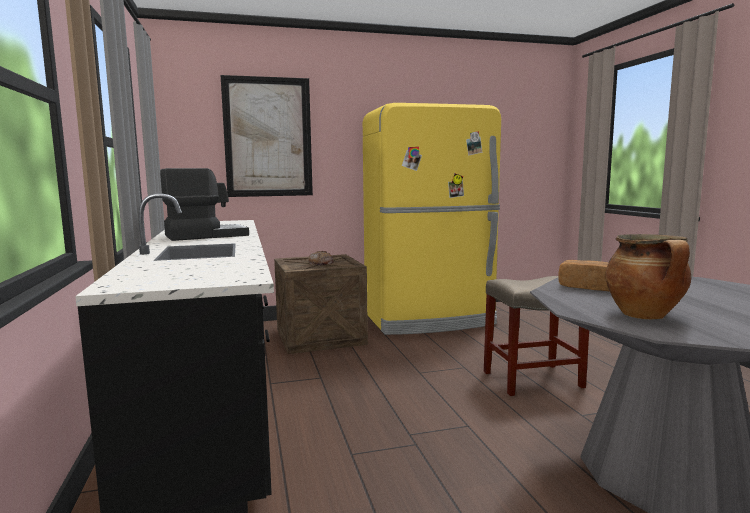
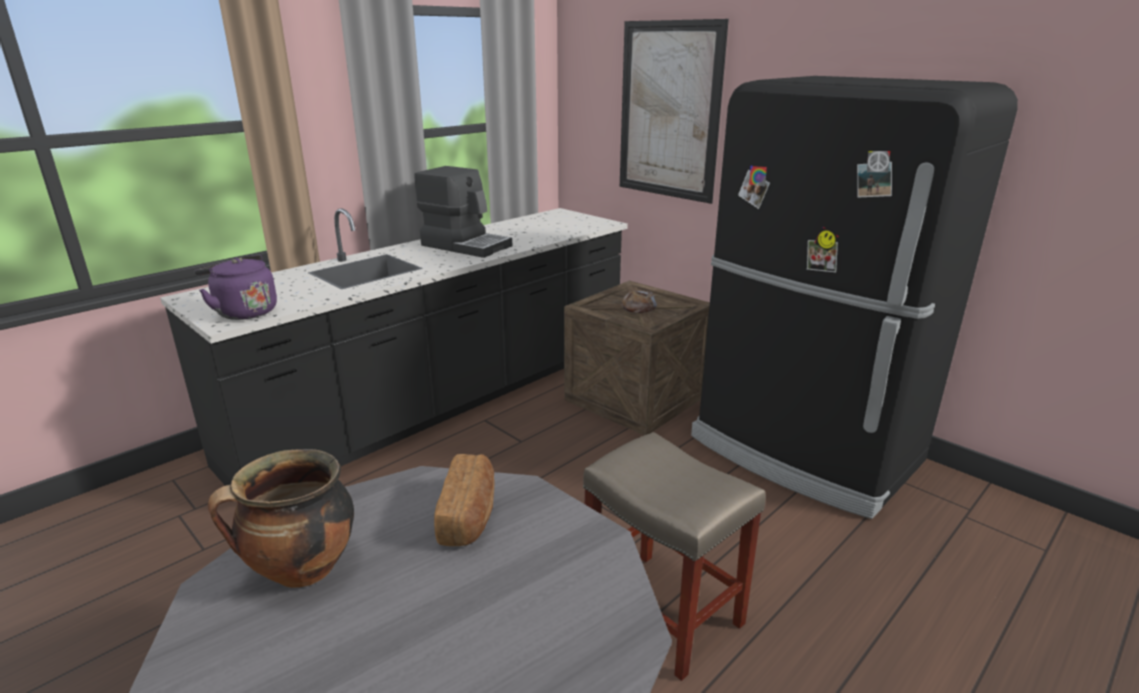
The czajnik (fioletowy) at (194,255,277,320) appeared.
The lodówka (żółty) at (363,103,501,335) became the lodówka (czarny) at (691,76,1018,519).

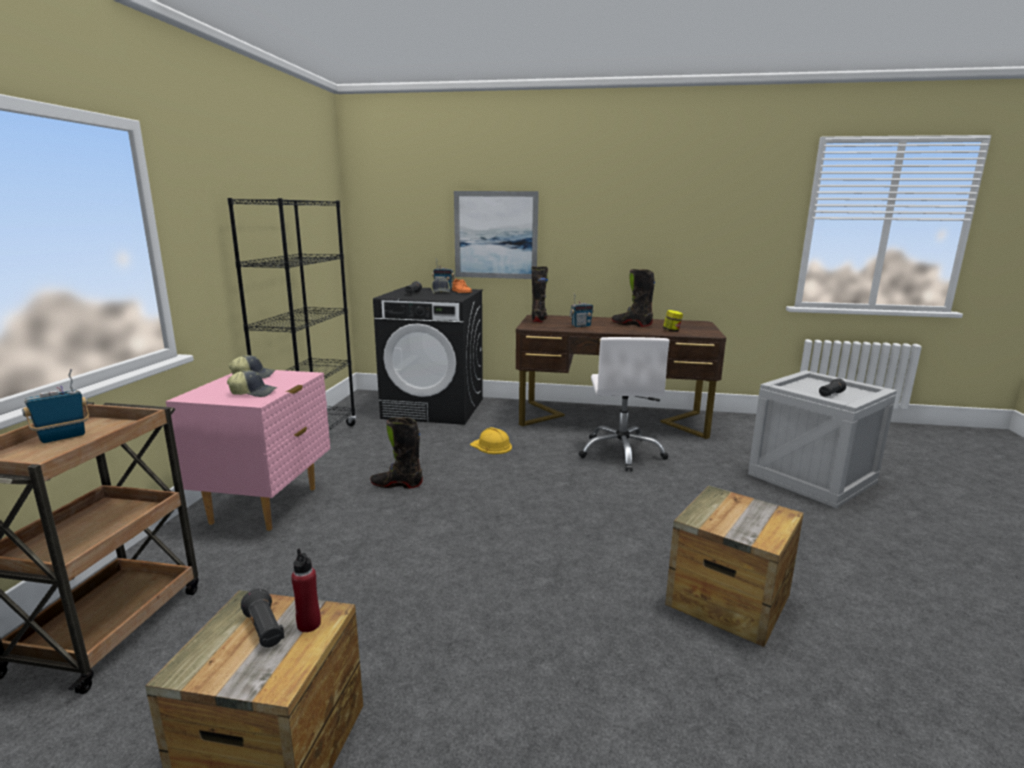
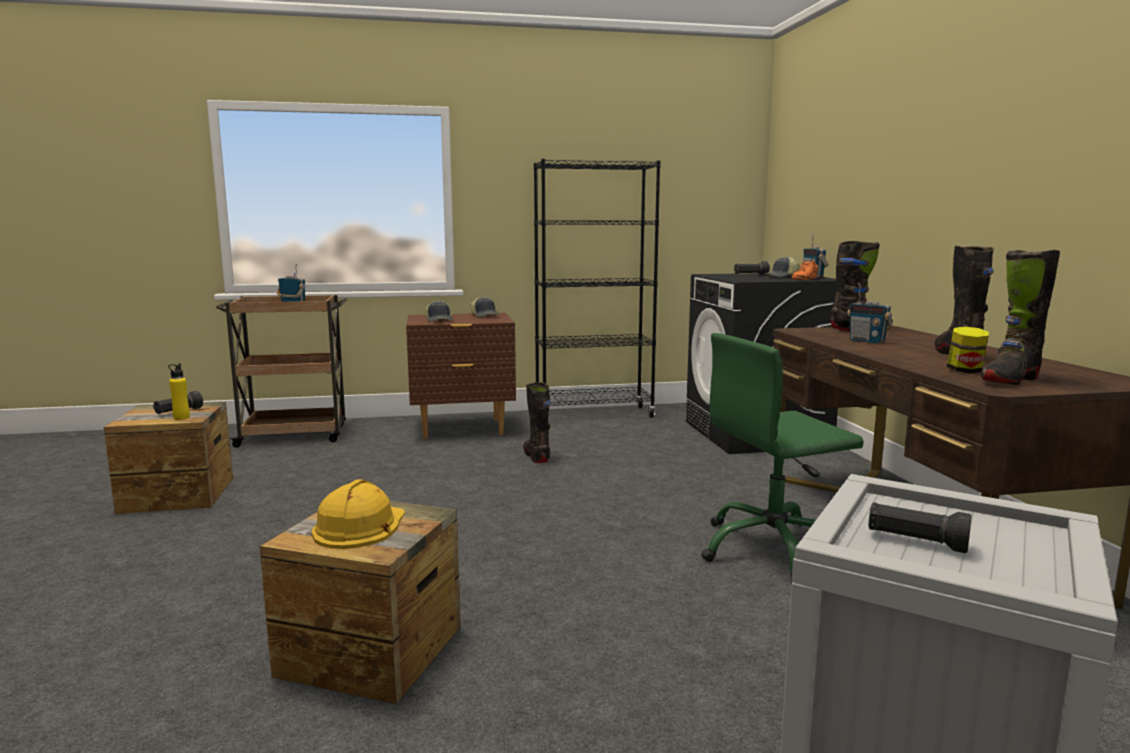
The obraz at (454,191,539,279) disappeared.
The but z cholewką (czarny) at (981,250,1060,385) appeared.
The kask (żółty) moved from (470,427,512,454) to (312,479,405,549).
The szafka nocna (różowy) at (166,370,330,531) became the szafka nocna (brązowy) at (406,313,516,439).
The butelka (czerwony) at (291,549,321,632) became the butelka (żółty) at (168,363,190,420).
The krzesło biurowe (biały) at (579,337,670,471) became the krzesło biurowe (zielony) at (701,333,864,584).

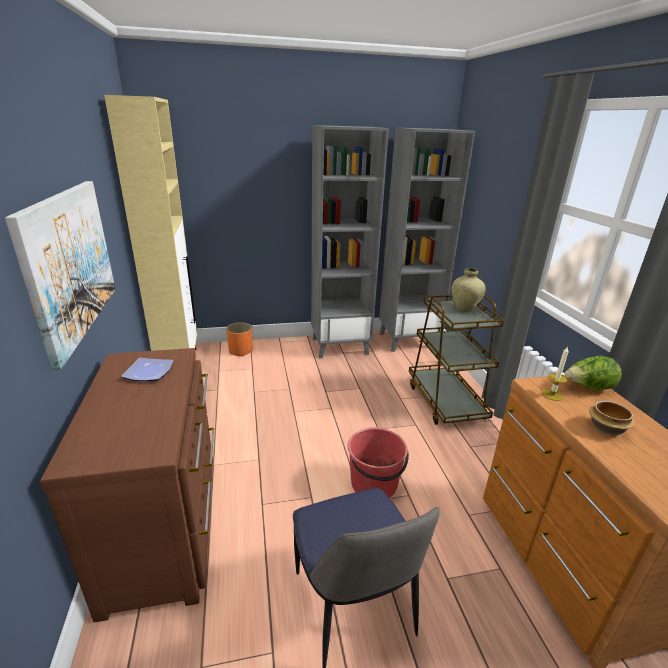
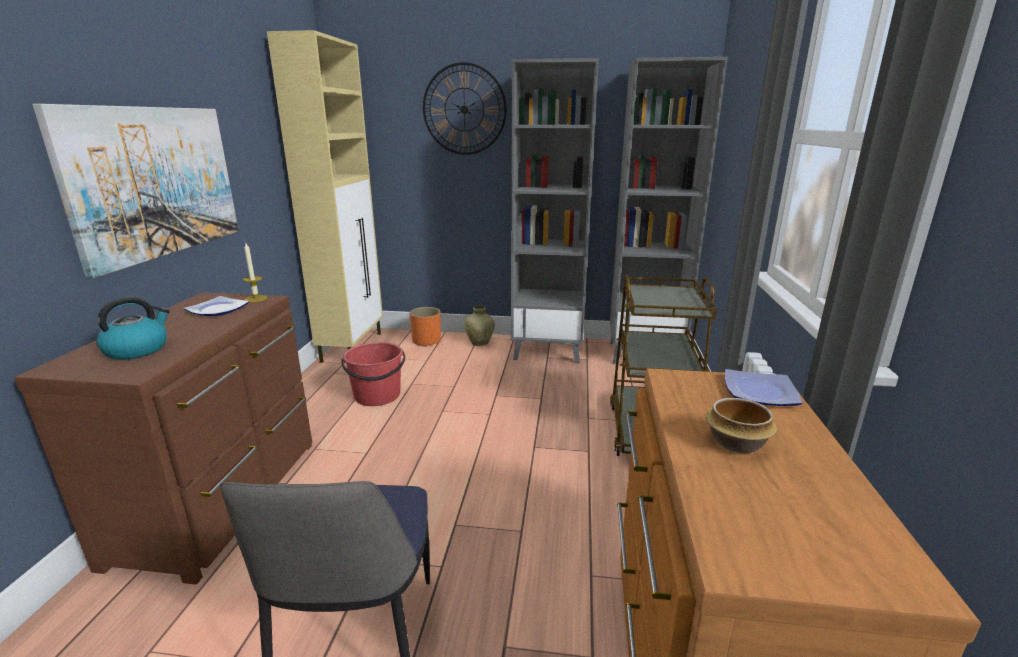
The czajnik at (96,297,170,360) appeared.
The zegar ścienny at (423,62,507,155) appeared.
The wiadro (czerwony) moved from (348,428,409,498) to (341,342,405,406).
The wazon (beżowy) moved from (451,268,486,312) to (464,305,495,346).
The świeca moved from (542,346,569,401) to (243,243,268,302).
The sałata at (565,356,622,390) was replaced by the talerz at (725,369,802,406).

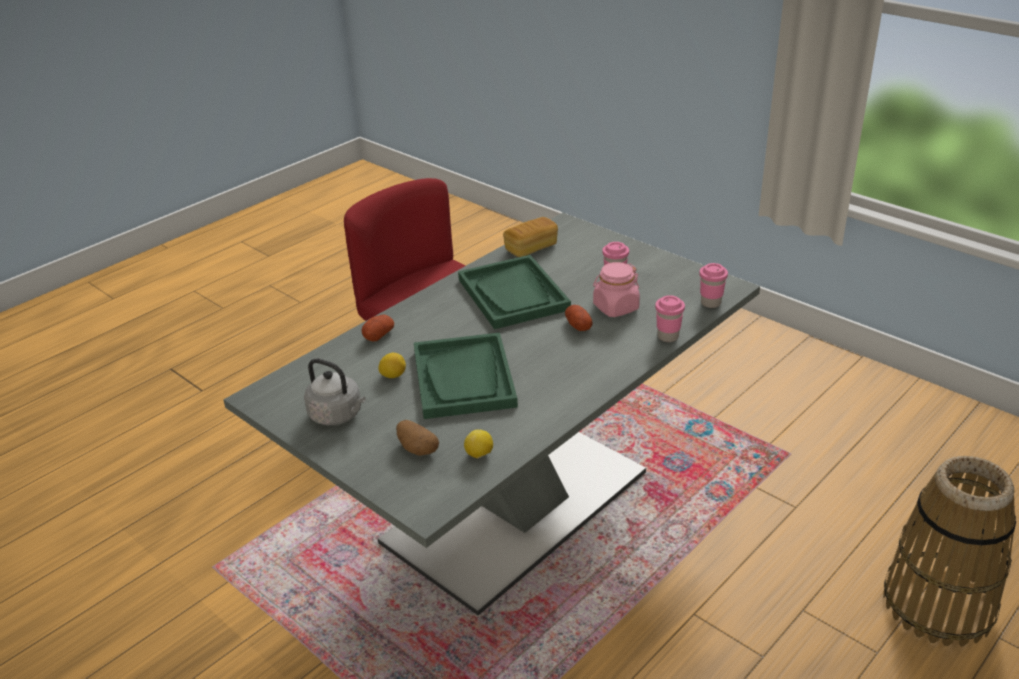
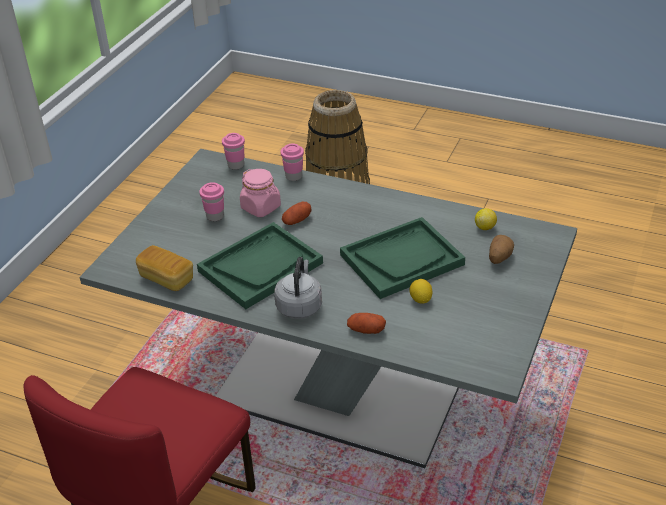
The czajnik (szary) moved from (304,358,366,425) to (274,257,322,319).

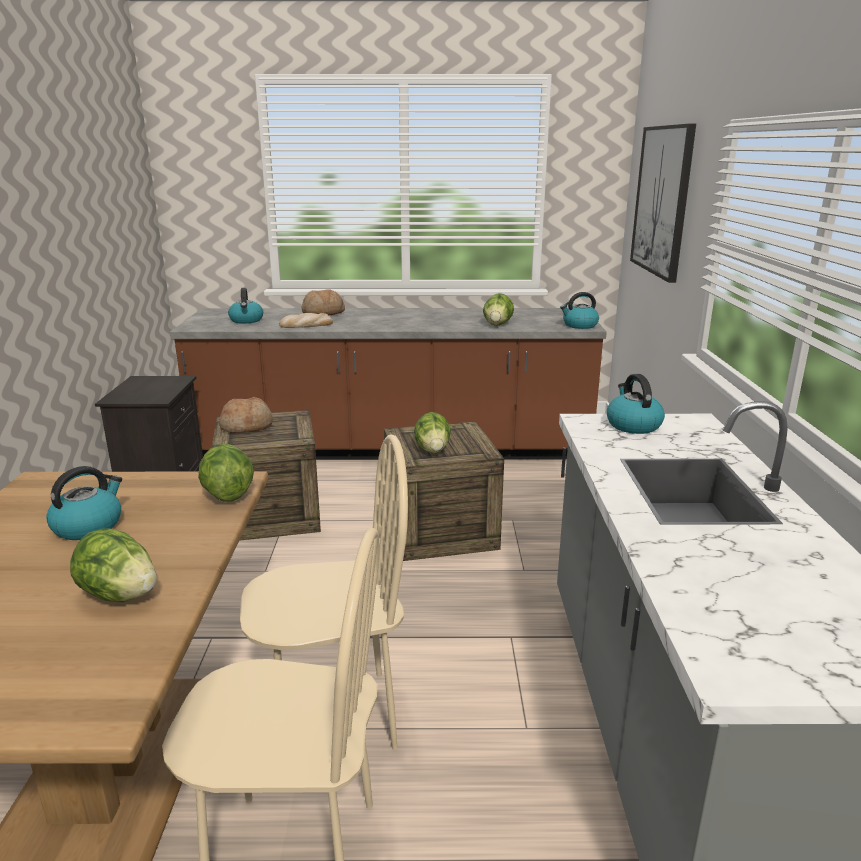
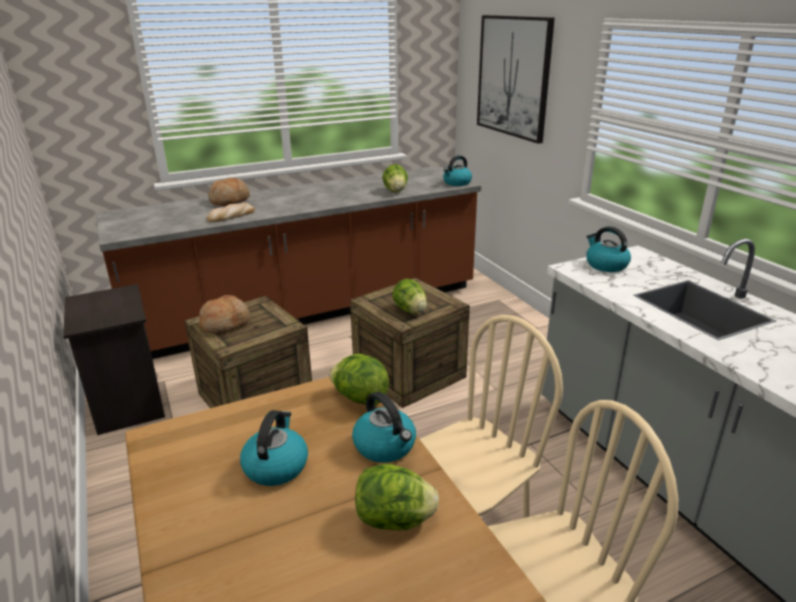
The czajnik moved from (228,288,263,324) to (352,392,416,463).

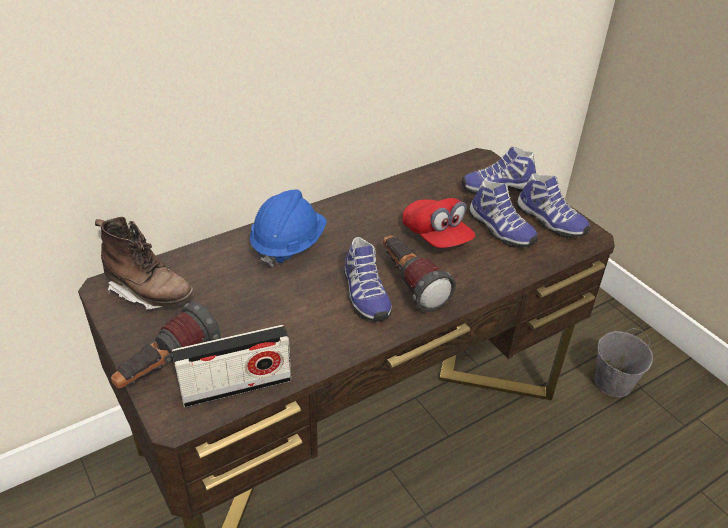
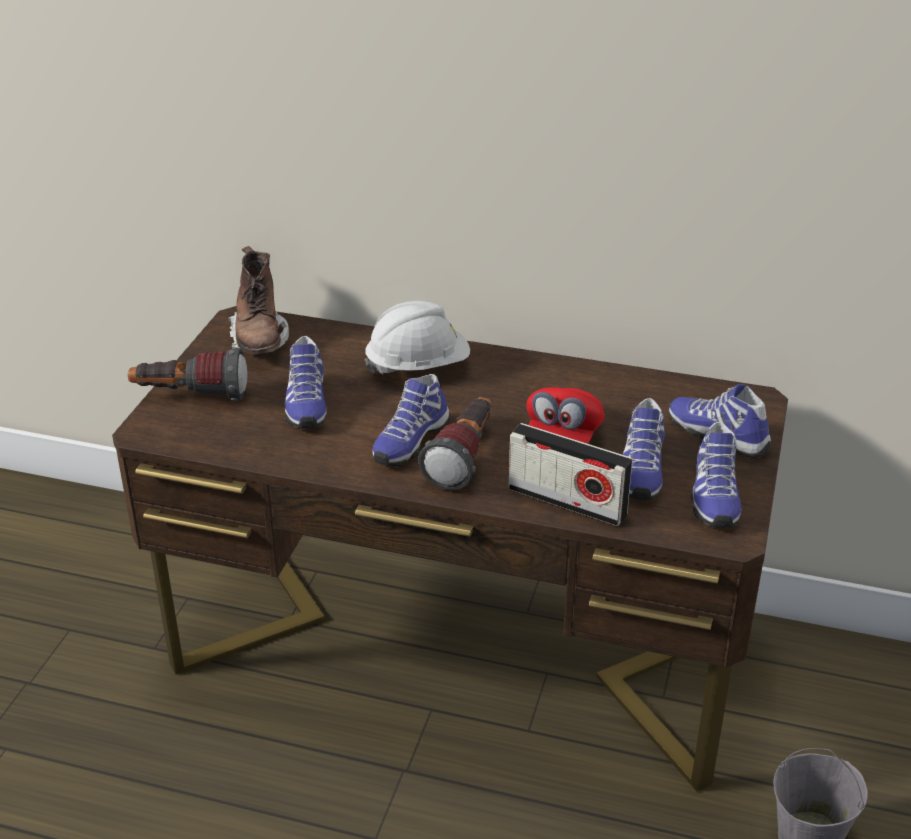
The but at (284,336,327,429) appeared.
The radio moved from (172,325,291,407) to (509,423,633,526).
The kask (niebieski) at (250,189,327,267) became the kask (biały) at (364,301,470,374).

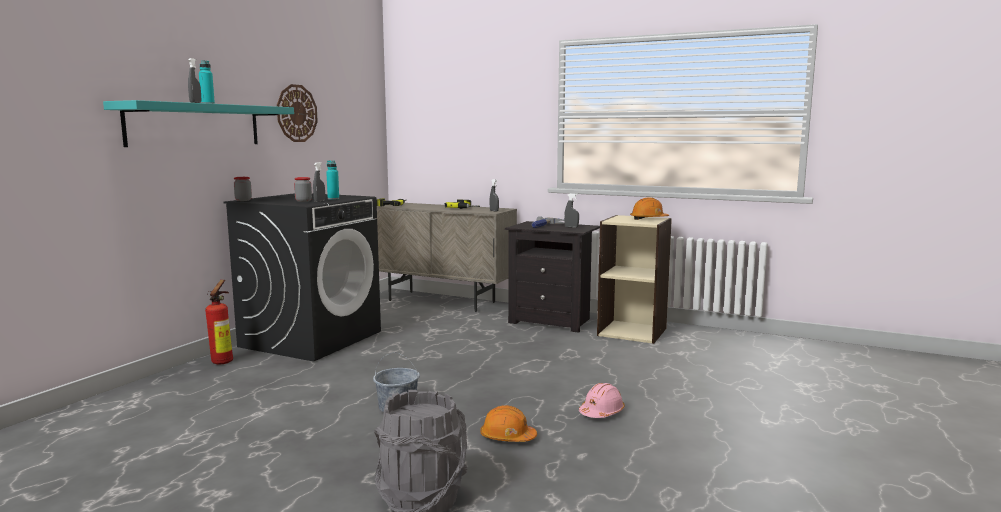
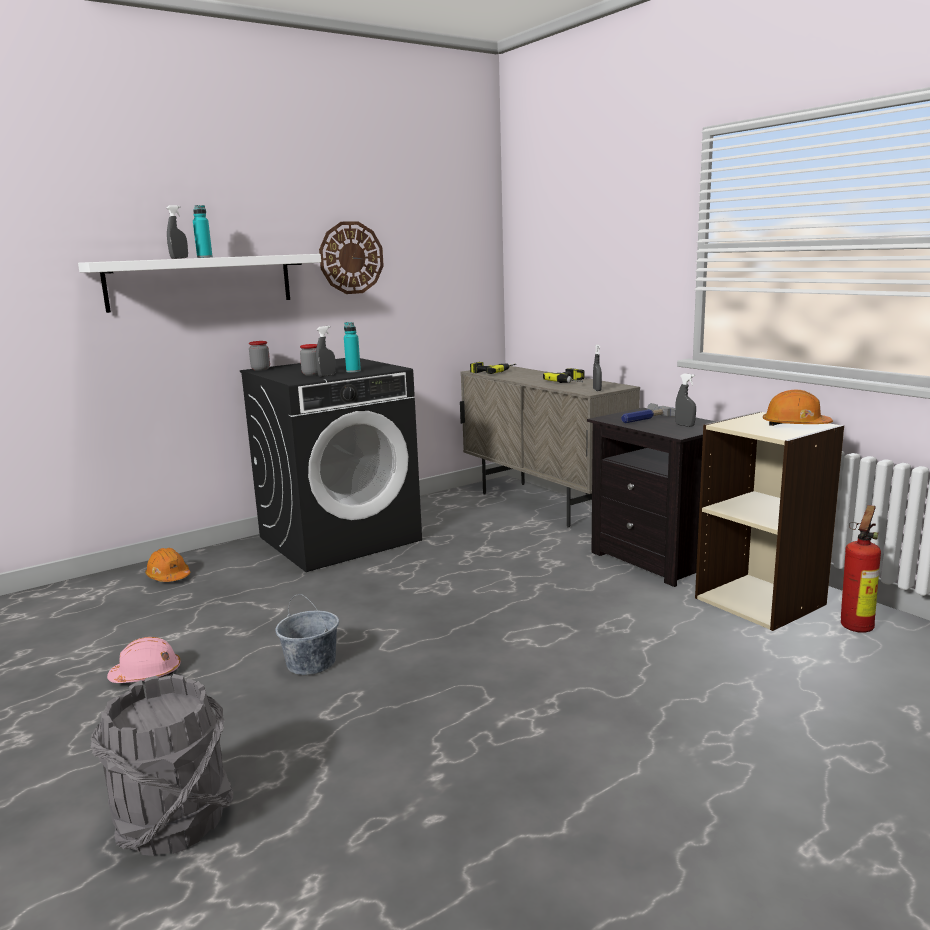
The gaśnica moved from (205,280,233,365) to (841,505,881,633).
The kask (pomarańczowy) moved from (480,405,537,442) to (145,548,190,582).
The kask (różowy) moved from (579,383,625,418) to (107,637,181,683).
The półka (turkusowy) at (103,100,294,147) became the półka (biały) at (78,254,321,313).

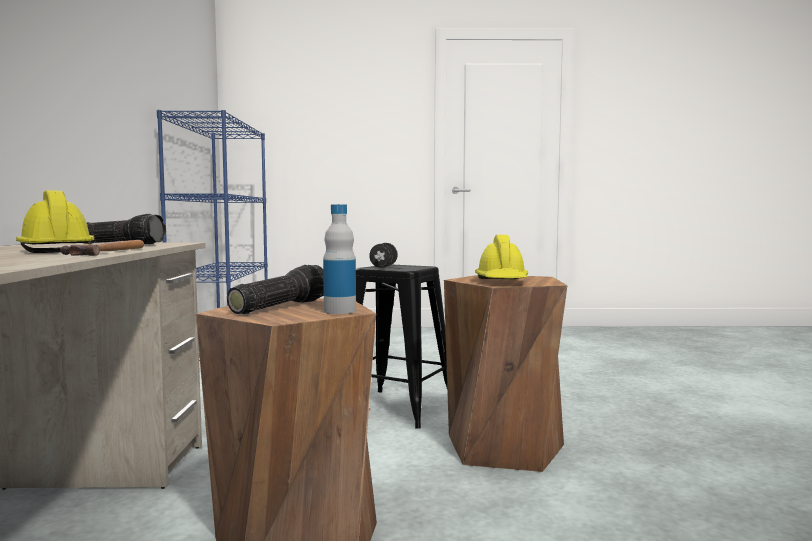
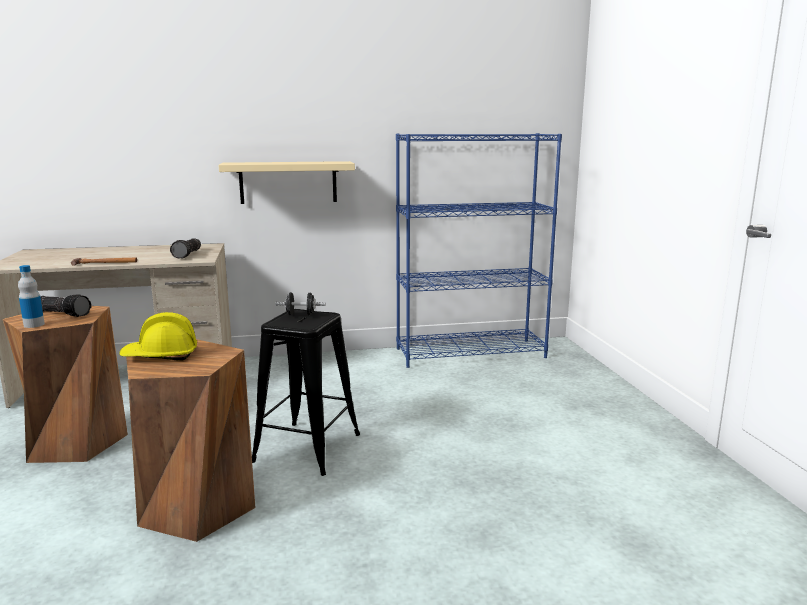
The kask (żółty) at (16,190,95,253) disappeared.
The półka (beżowy) at (219,161,355,204) appeared.

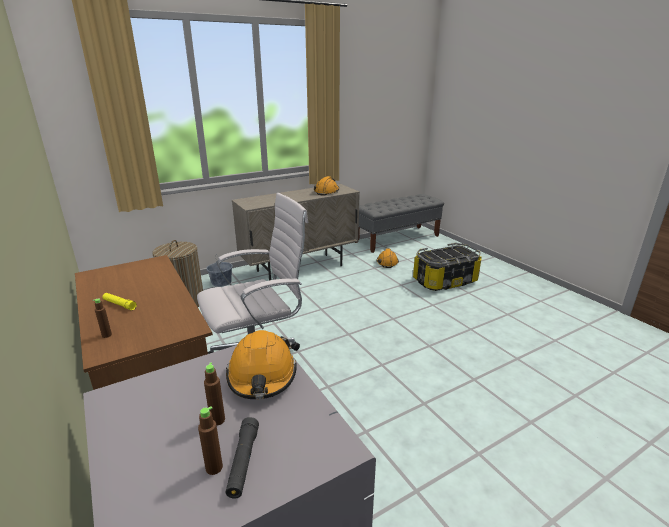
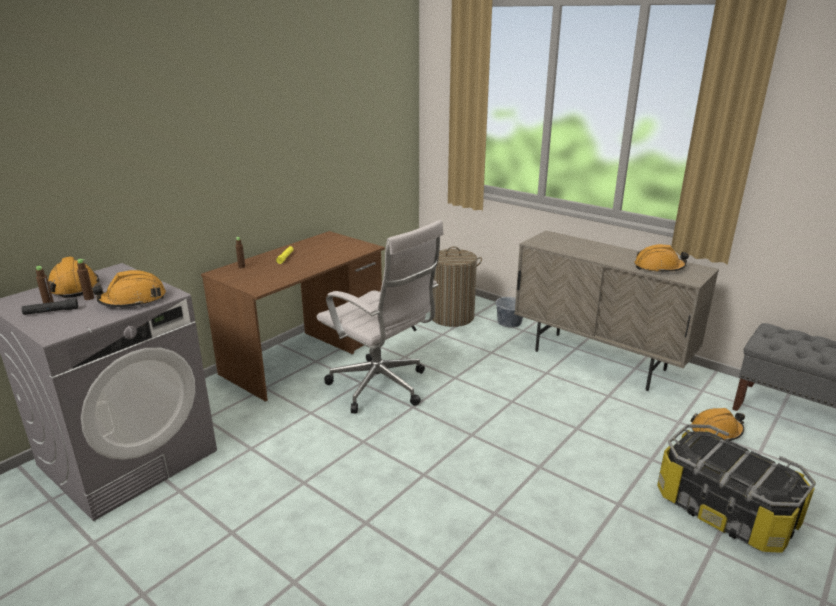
The kask (pomarańczowy) at (48,257,100,298) appeared.

